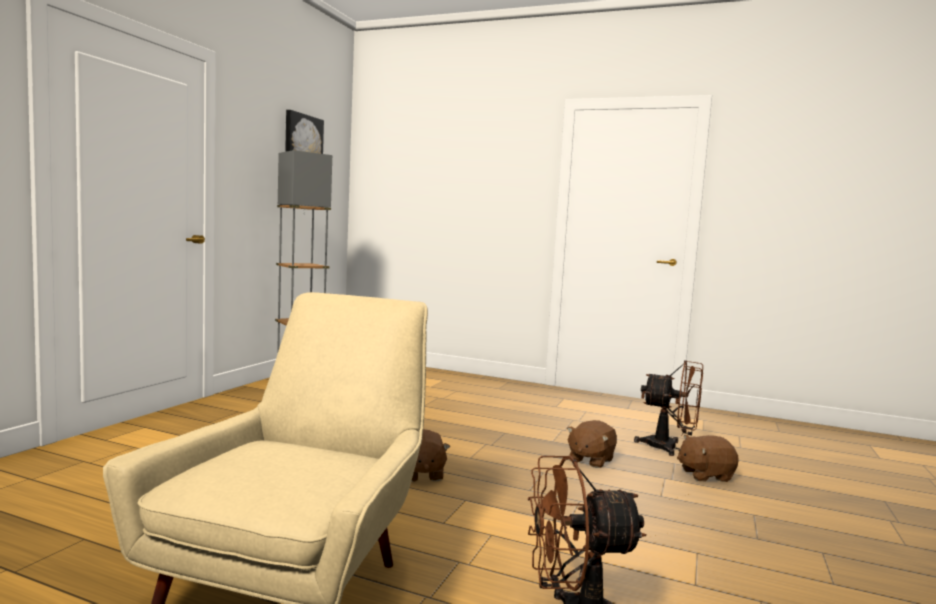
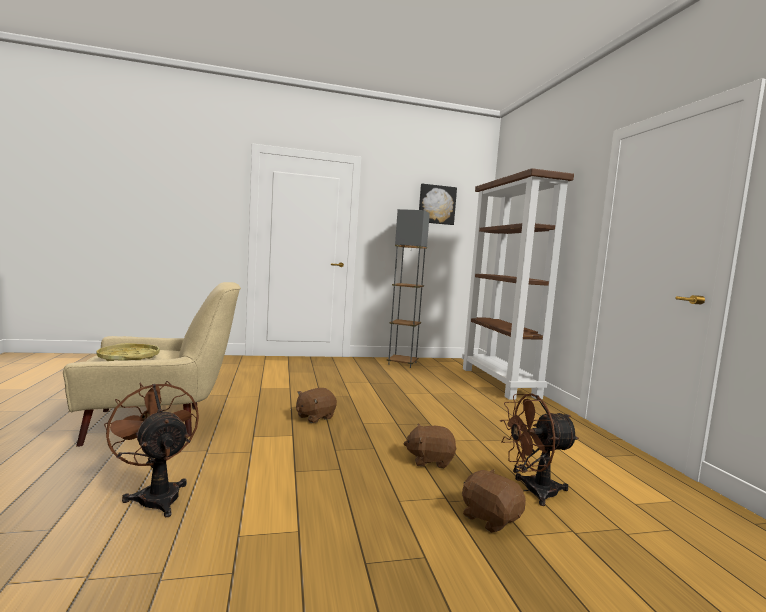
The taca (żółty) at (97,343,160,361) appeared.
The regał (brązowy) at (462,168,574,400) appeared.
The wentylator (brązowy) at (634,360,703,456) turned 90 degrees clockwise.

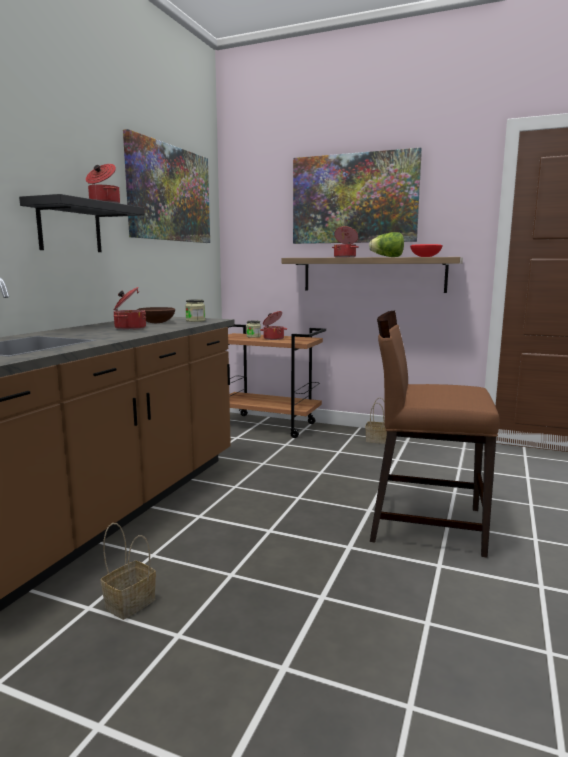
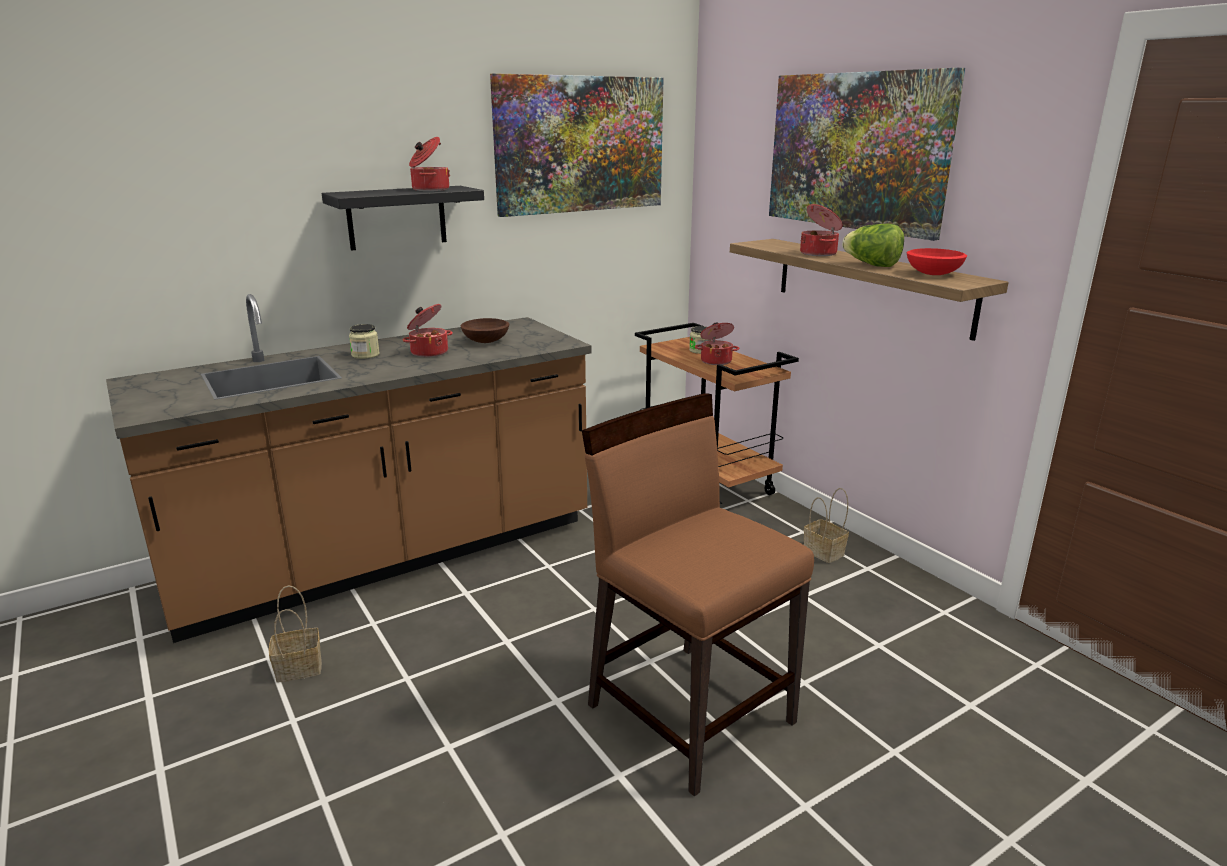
The słoik moved from (185,299,205,322) to (349,324,380,359).

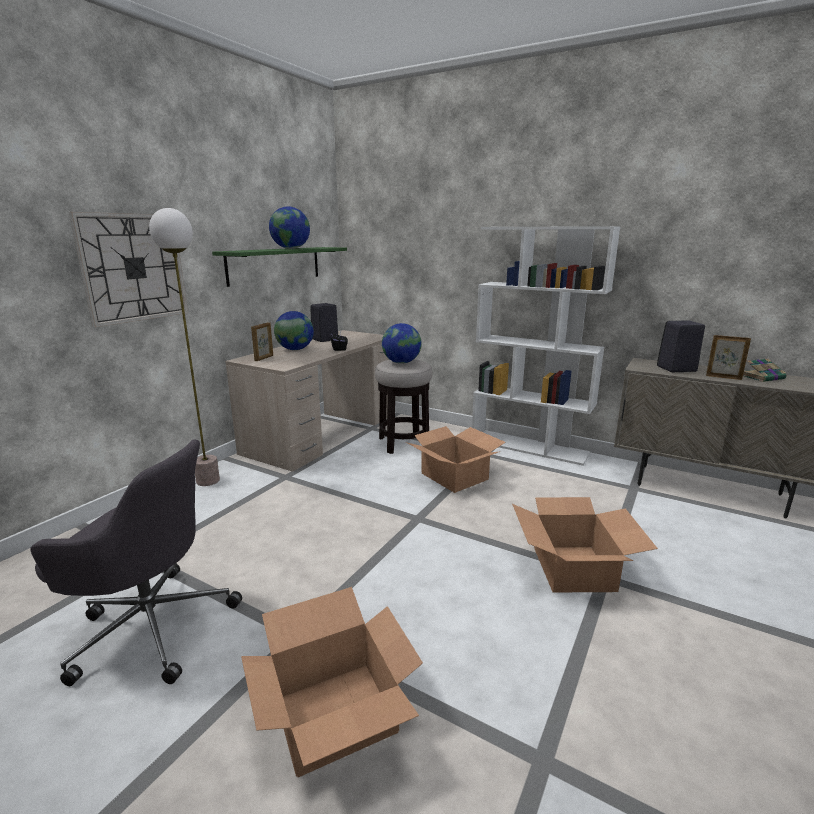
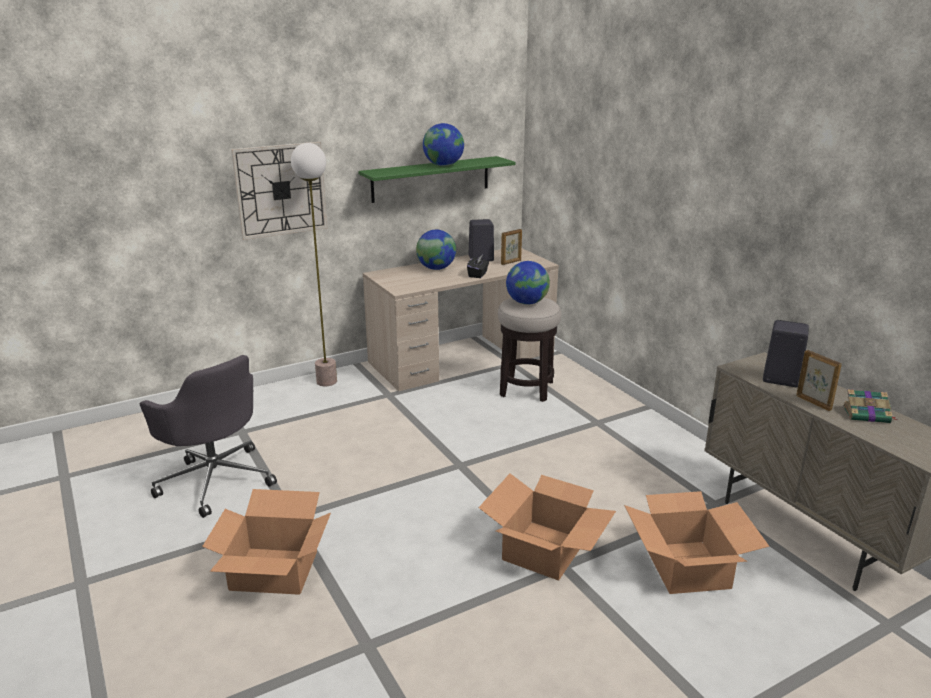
The regał (biały) at (472,226,620,466) disappeared.
The ramka na zdjęcie moved from (251,322,273,361) to (501,229,522,265).
The karton moved from (406,426,506,493) to (624,491,770,594).

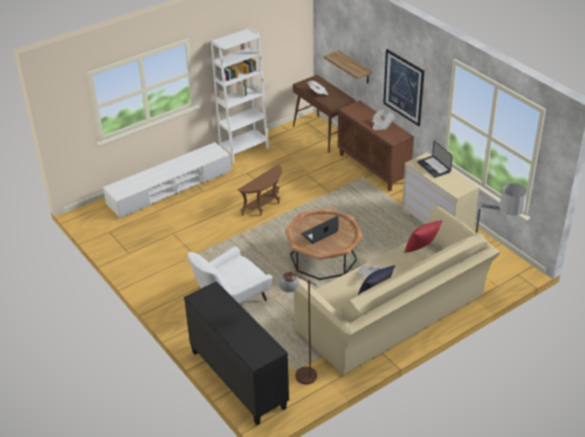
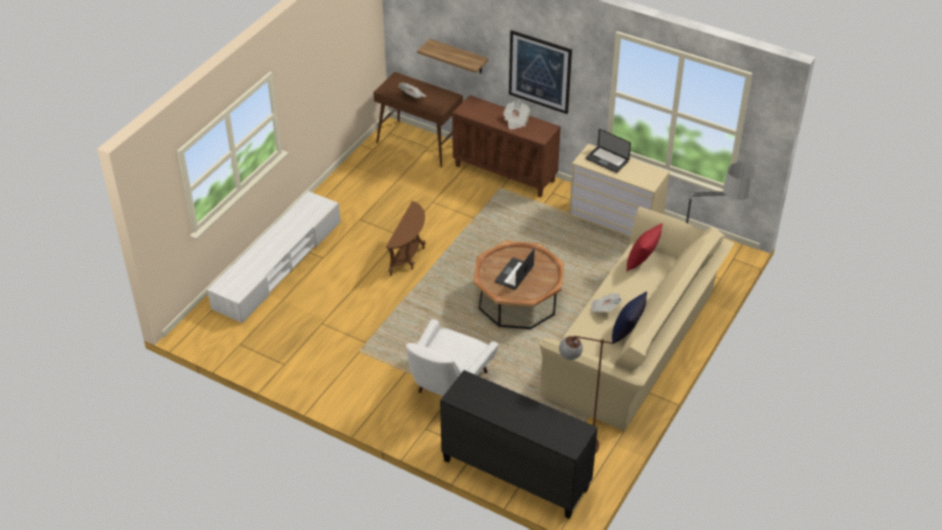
The regał (biały) at (211,27,269,163) disappeared.

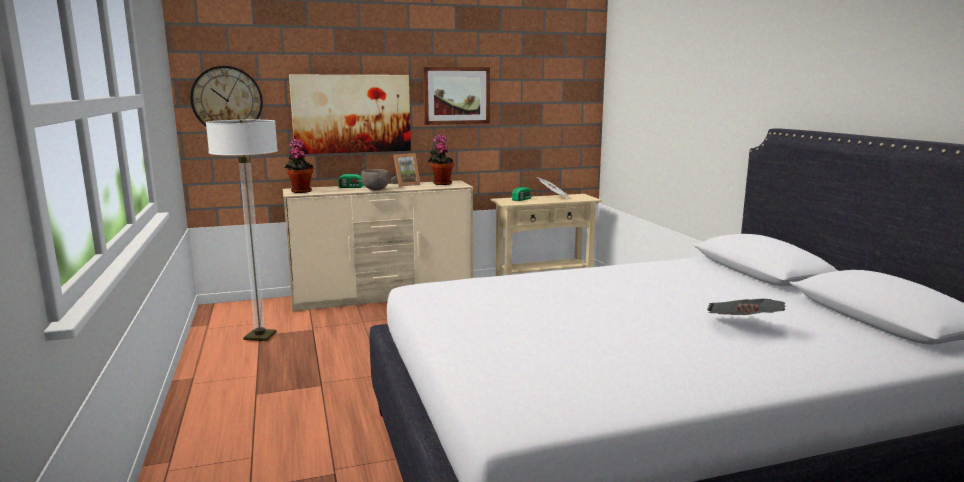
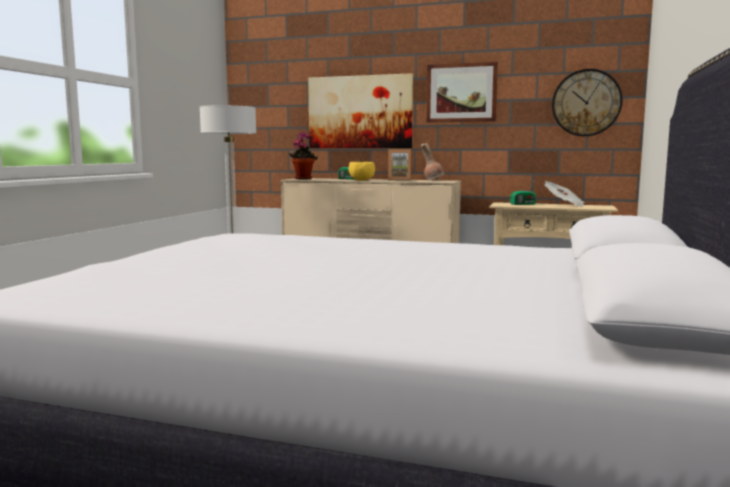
The gazeta at (707,299,786,315) disappeared.
The zegar ścienny moved from (190,66,263,126) to (552,69,623,136).
The roślina doniczkowa at (428,134,454,185) was replaced by the wazon (brązowy) at (421,143,444,181).
The miska (brązowy) at (361,169,389,190) became the miska (żółty) at (349,162,375,181).

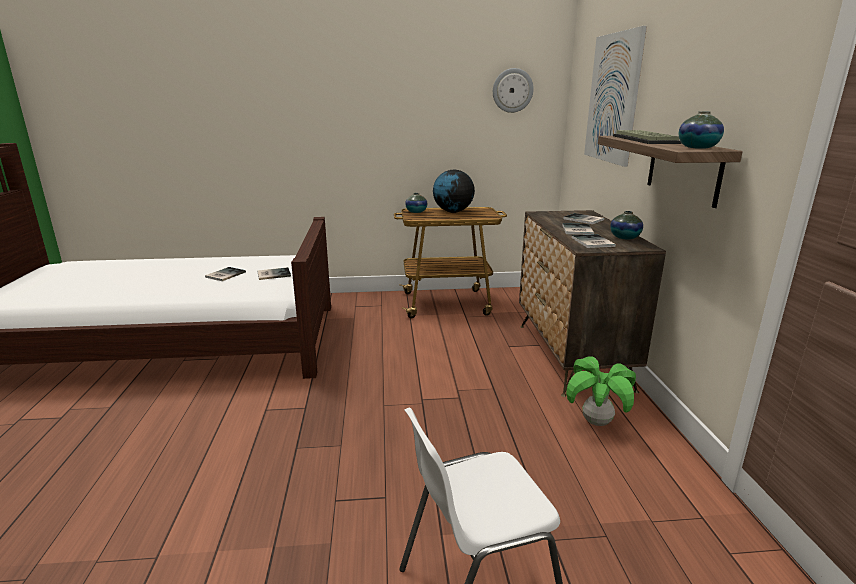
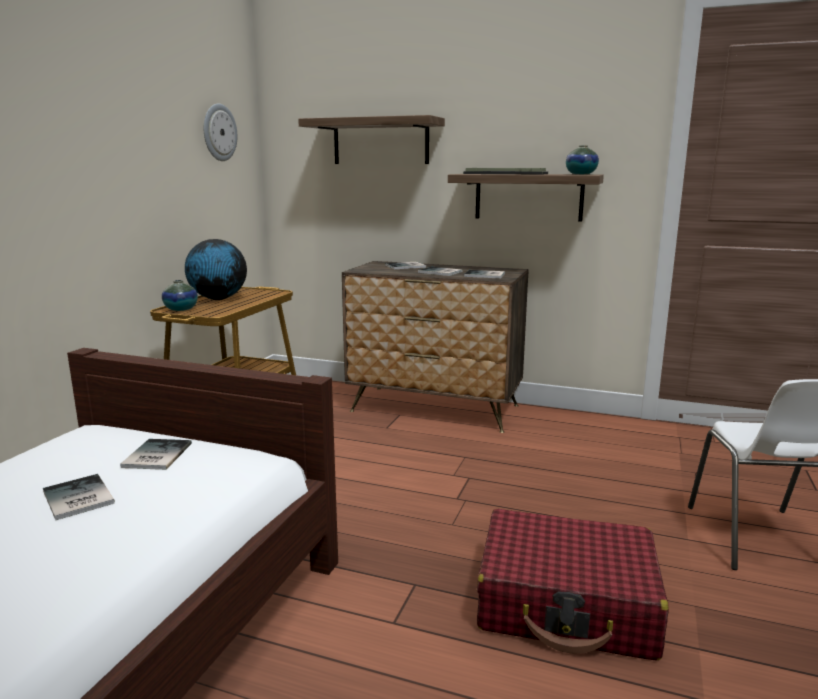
The roślina doniczkowa at (566,357,636,426) disappeared.
The wazon at (610,211,643,239) disappeared.
The walizka (czerwony) at (477,509,669,661) appeared.
The obraz at (584,26,647,167) was replaced by the półka at (298,115,445,164).

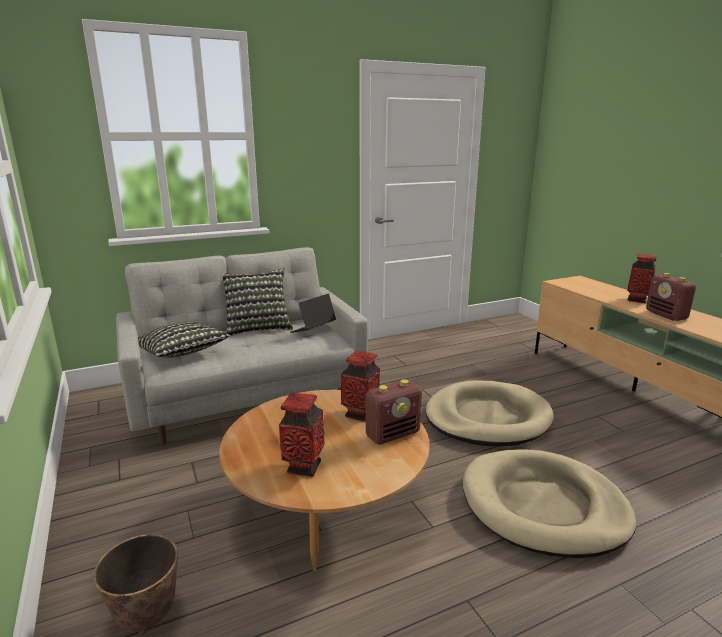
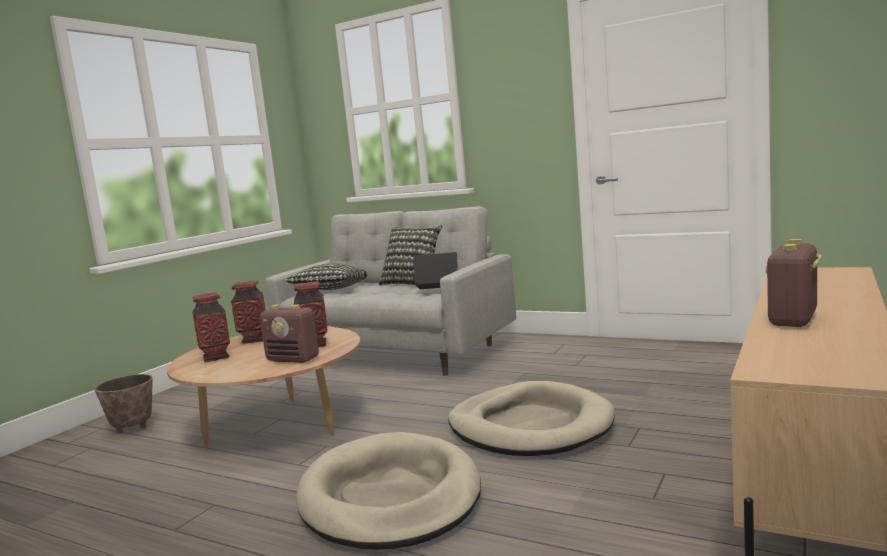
The wazon moved from (627,254,657,303) to (231,280,266,344).

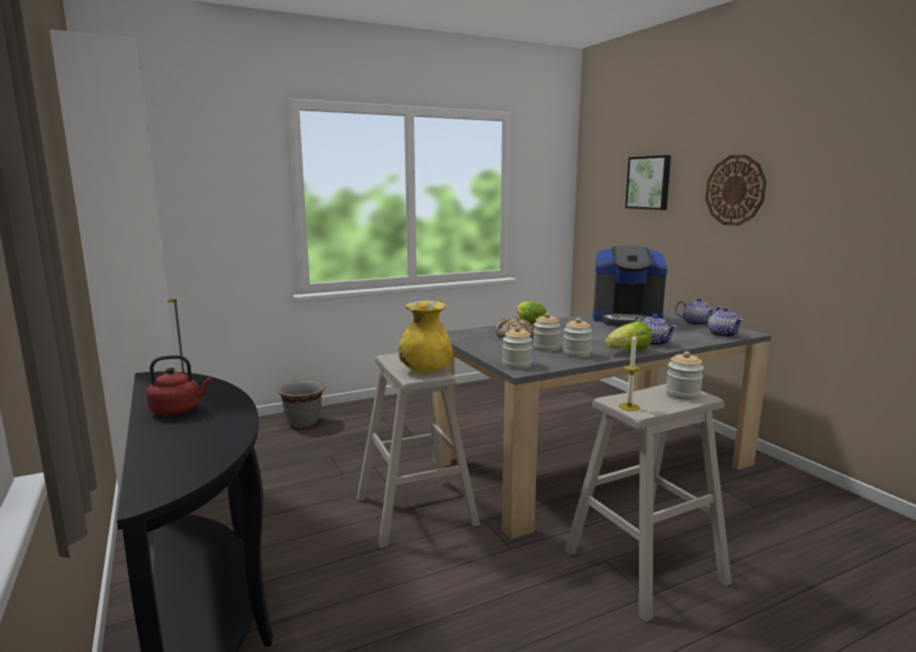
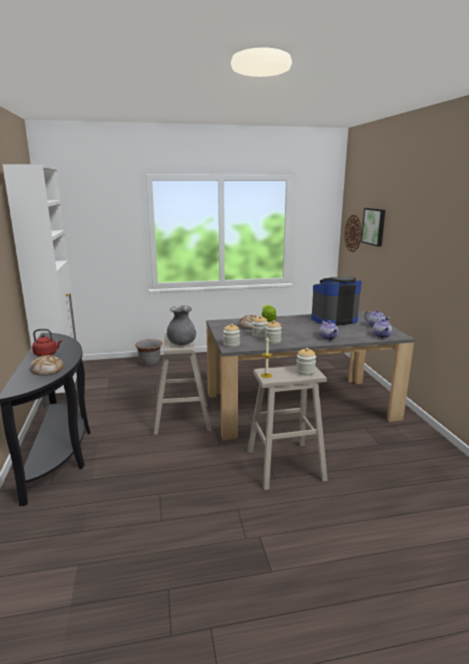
The sałata at (605,321,652,350) disappeared.
The chleb at (30,355,63,376) appeared.
The zegar ścienny moved from (705,155,767,226) to (344,215,362,252).
The wazon (żółty) at (399,301,453,373) became the wazon (szary) at (167,305,196,345).
The ekspres do kawy at (593,246,667,326) turned 135 degrees clockwise.

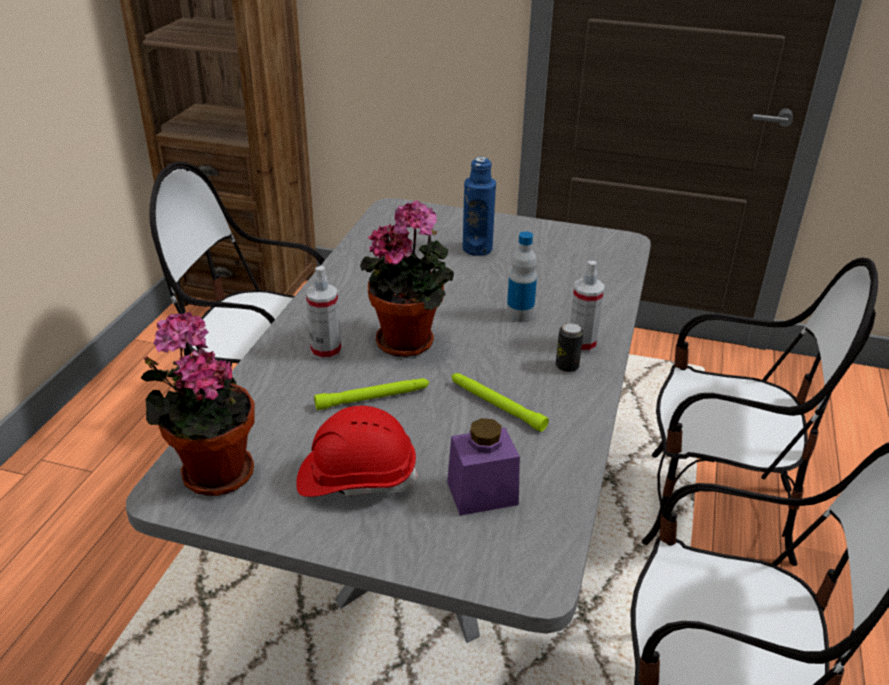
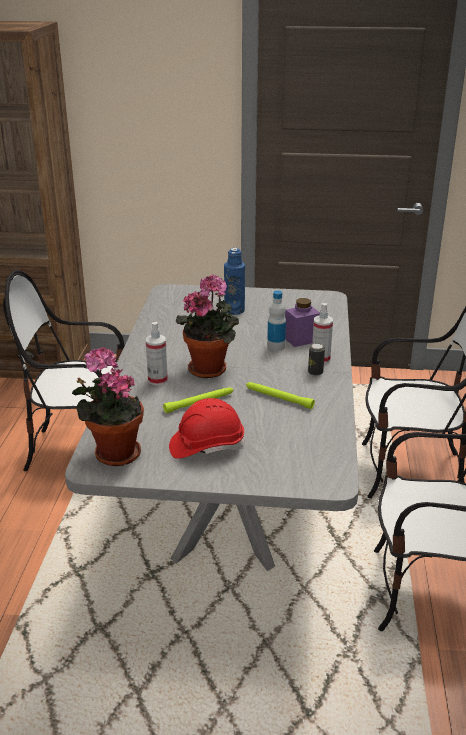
The słoik (fioletowy) moved from (447,418,520,516) to (285,298,320,347).

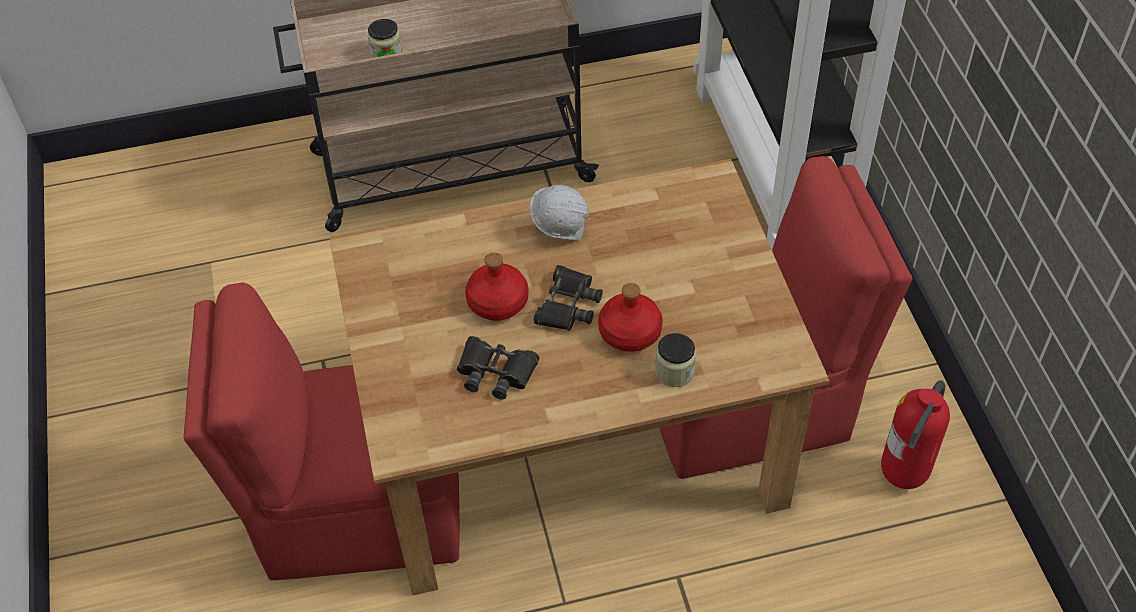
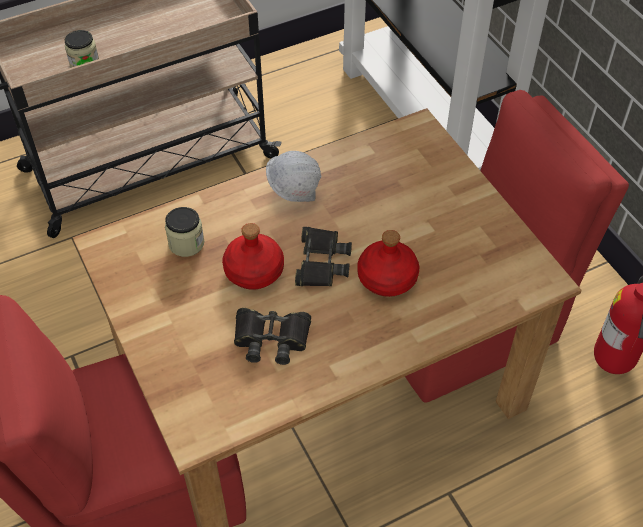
The słoik moved from (655,333,696,387) to (165,207,204,257).

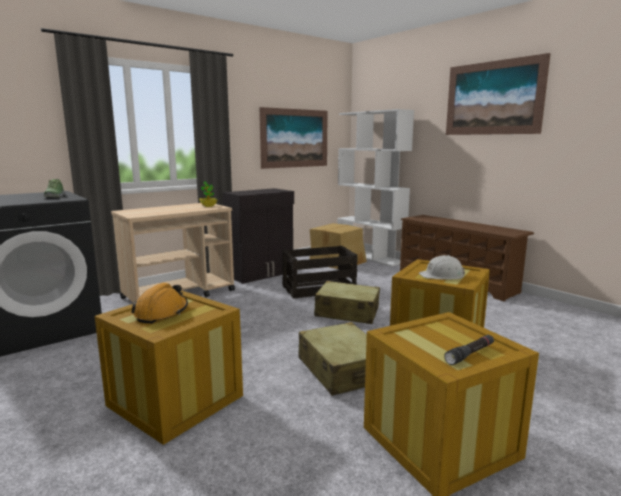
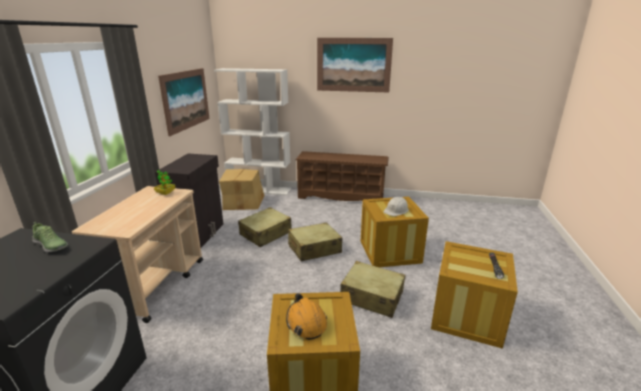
The skrzynka at (282,246,358,298) was replaced by the walizka (beżowy) at (238,207,292,247).

